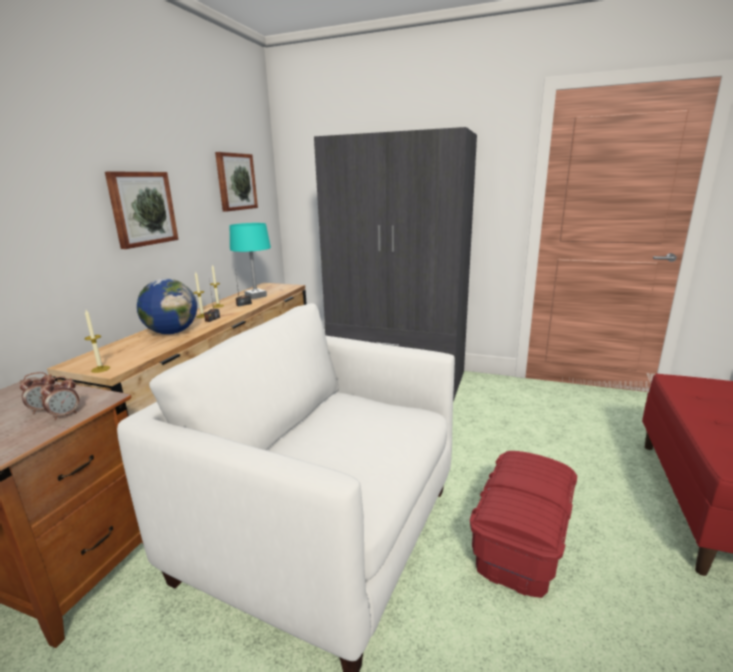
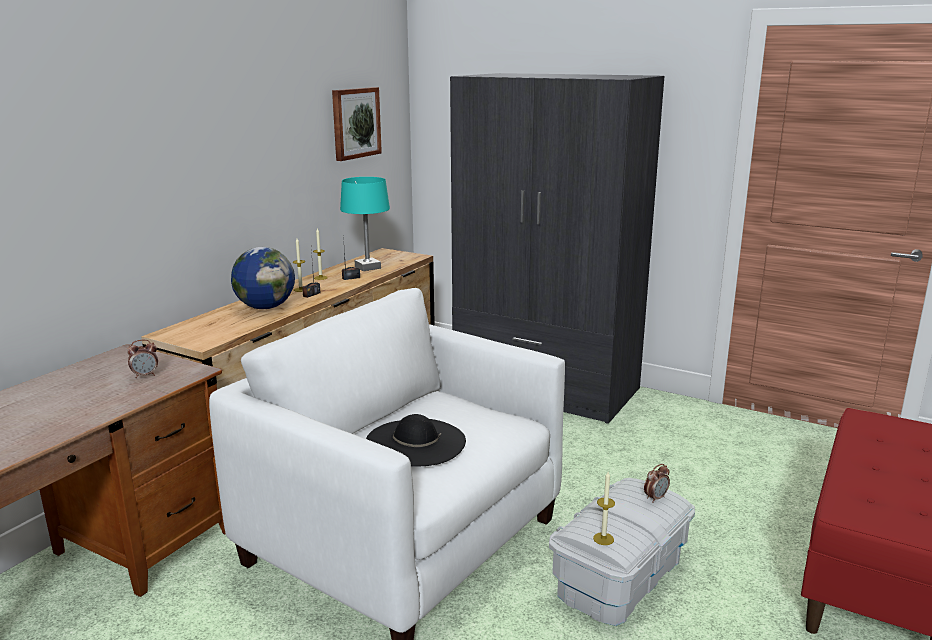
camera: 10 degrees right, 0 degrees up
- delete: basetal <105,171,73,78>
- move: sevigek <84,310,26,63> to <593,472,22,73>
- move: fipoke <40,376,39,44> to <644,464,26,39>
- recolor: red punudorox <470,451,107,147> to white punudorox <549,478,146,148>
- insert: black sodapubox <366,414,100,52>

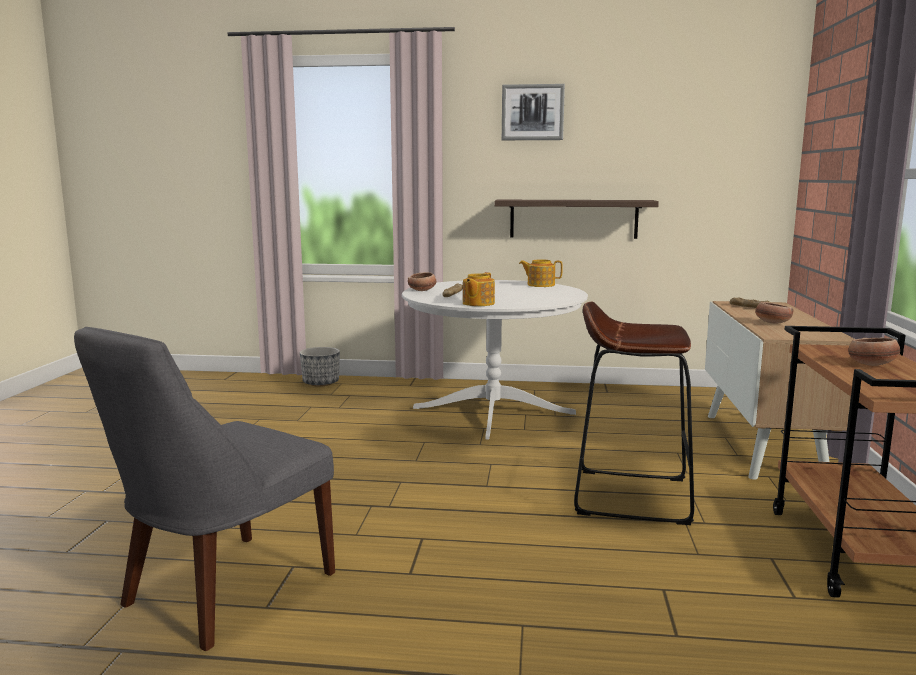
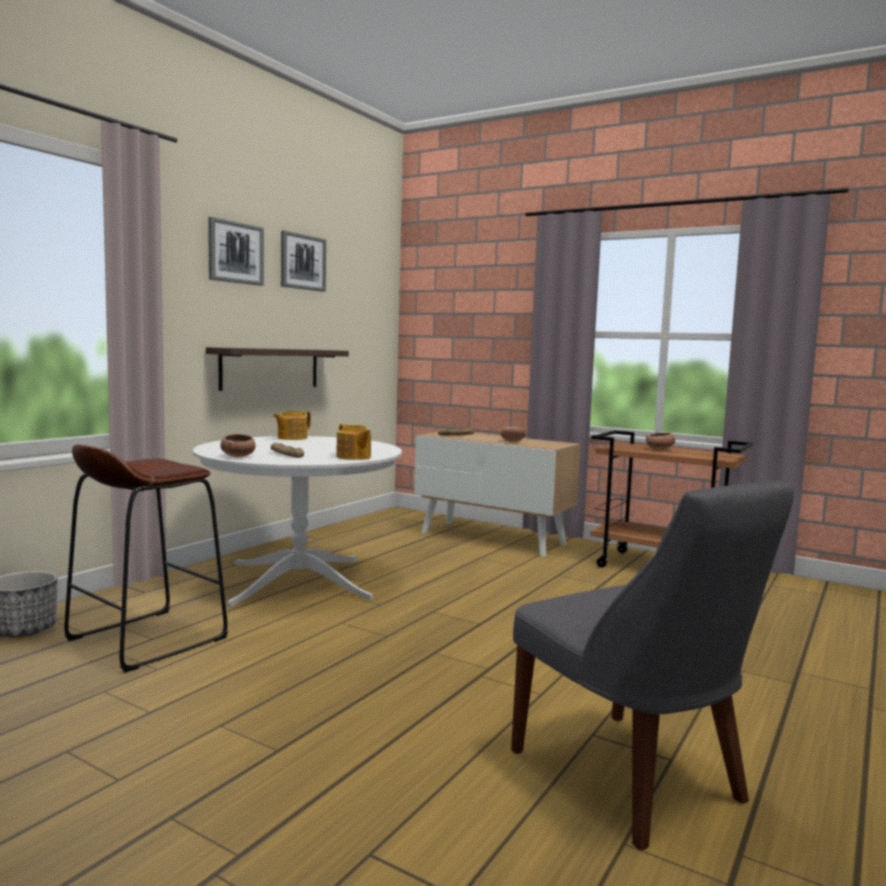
camera: 65 degrees left, 5 degrees down
- move: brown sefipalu <574,302,120,223> to <64,444,164,229>
- insert: basetal <281,230,45,62>

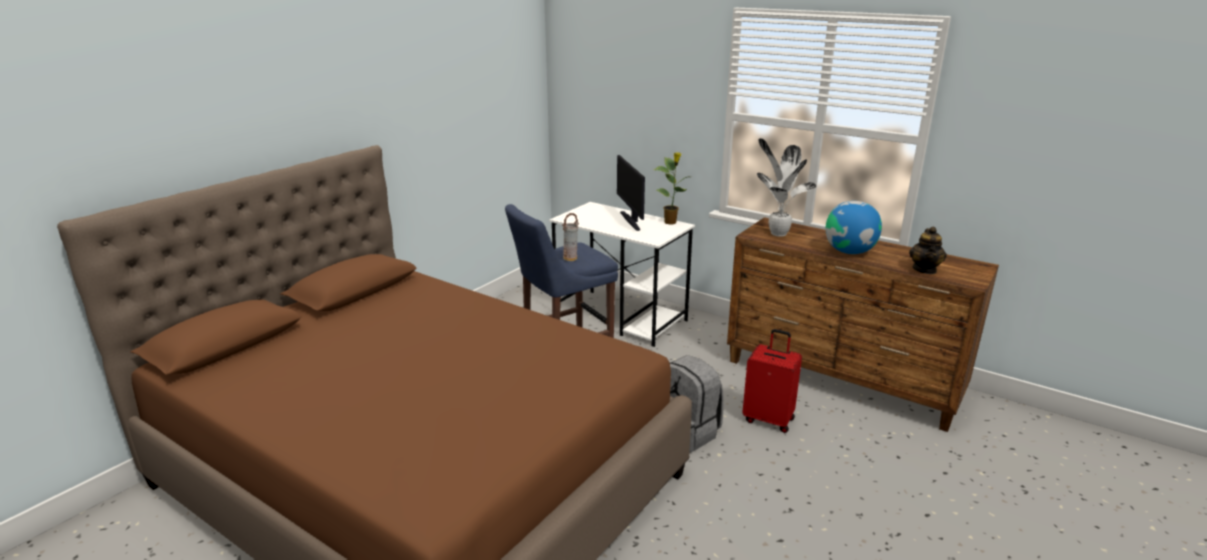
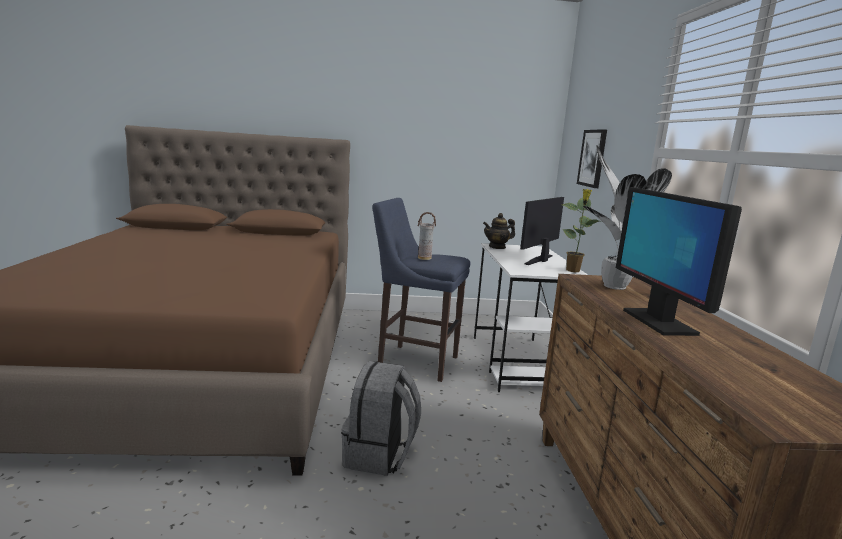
camera: 50 degrees right, 10 degrees down
- replace: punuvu <826,201,56,53> to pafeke <616,187,126,149>
- move: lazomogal <909,227,38,47> to <483,213,32,36>
- delete: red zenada <742,329,60,104>
- insert: basetal <577,129,30,59>

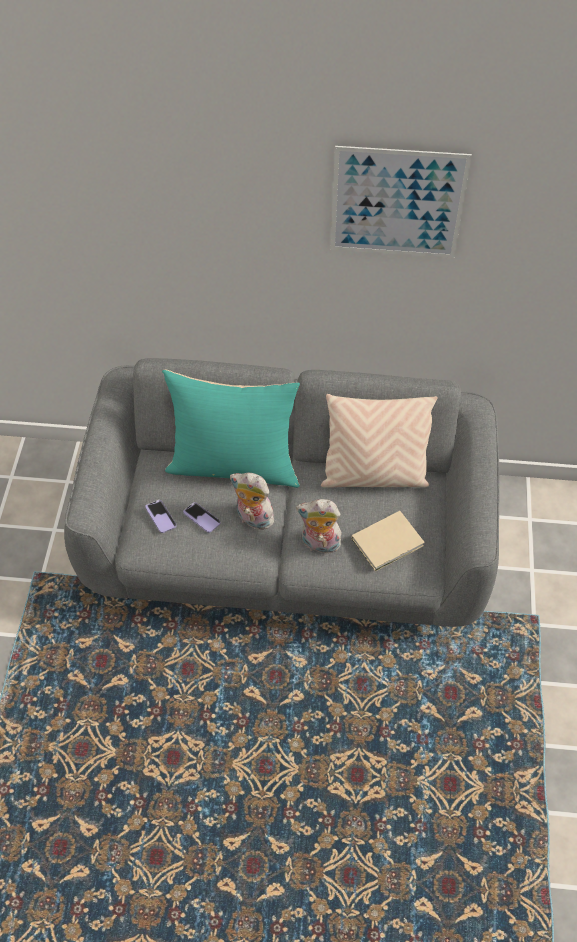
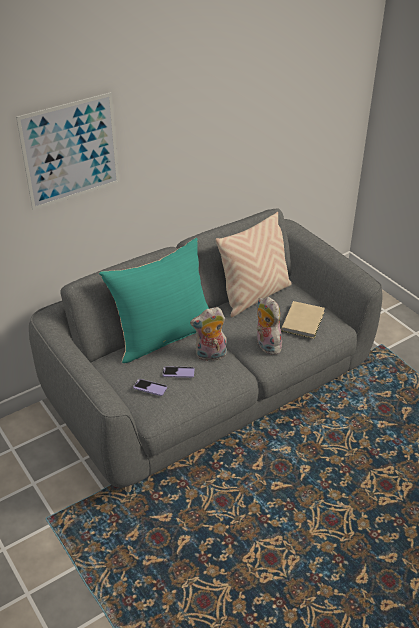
camera: 40 degrees left, 15 degrees down
- move: basetal <331,146,141,112> to <16,92,103,118>
- rotate: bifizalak <296,499,48,58> = <256,296,26,59> 90 degrees clockwise

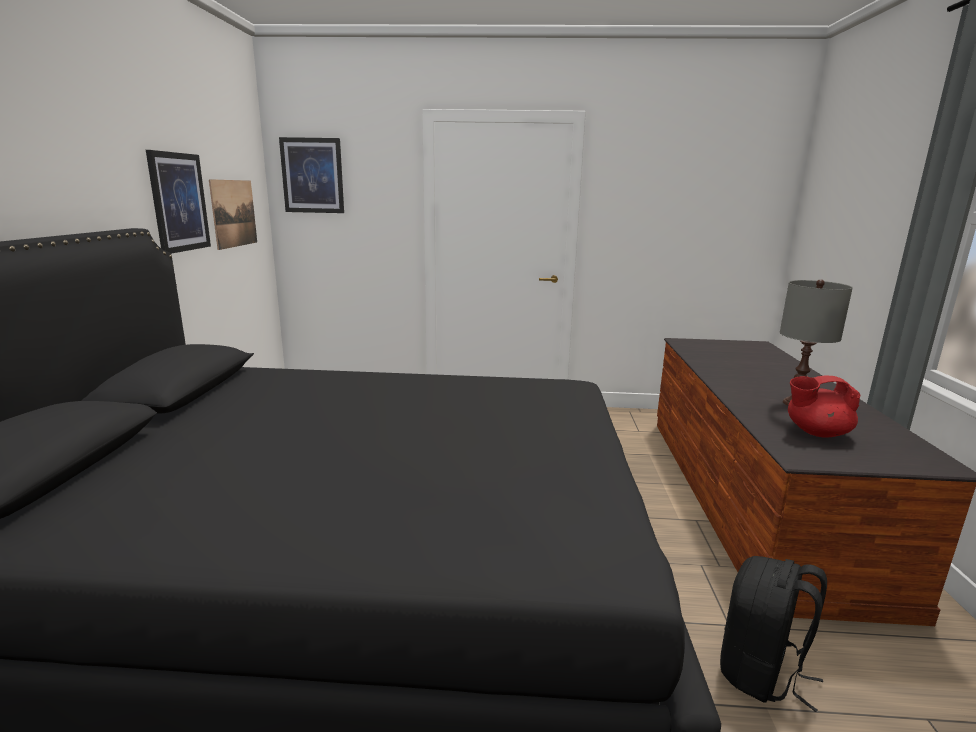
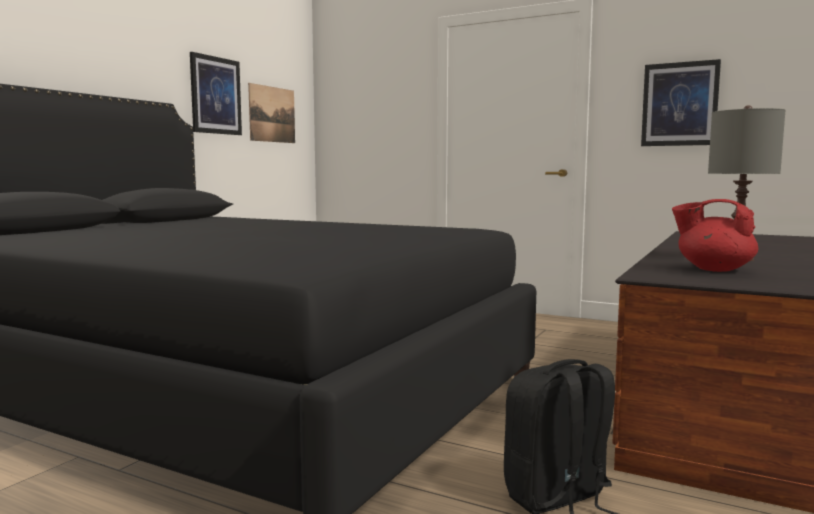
camera: 25 degrees right, 10 degrees down
- move: basetal <279,137,65,76> to <641,59,80,87>

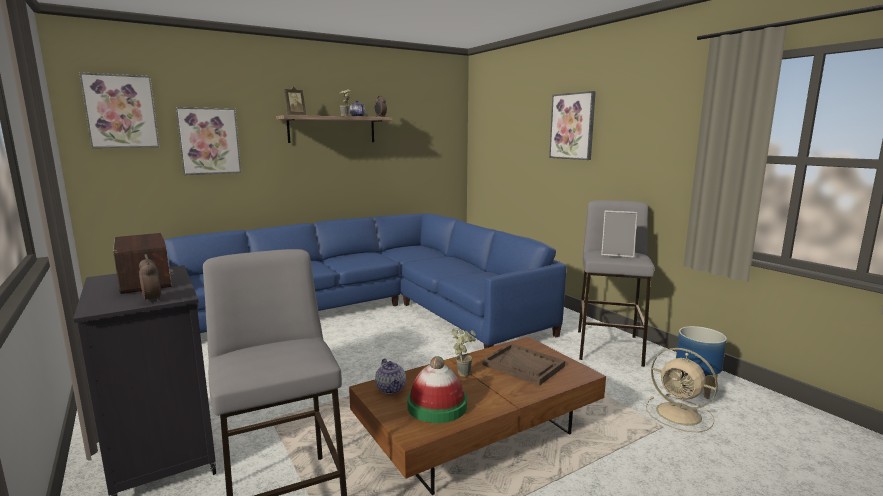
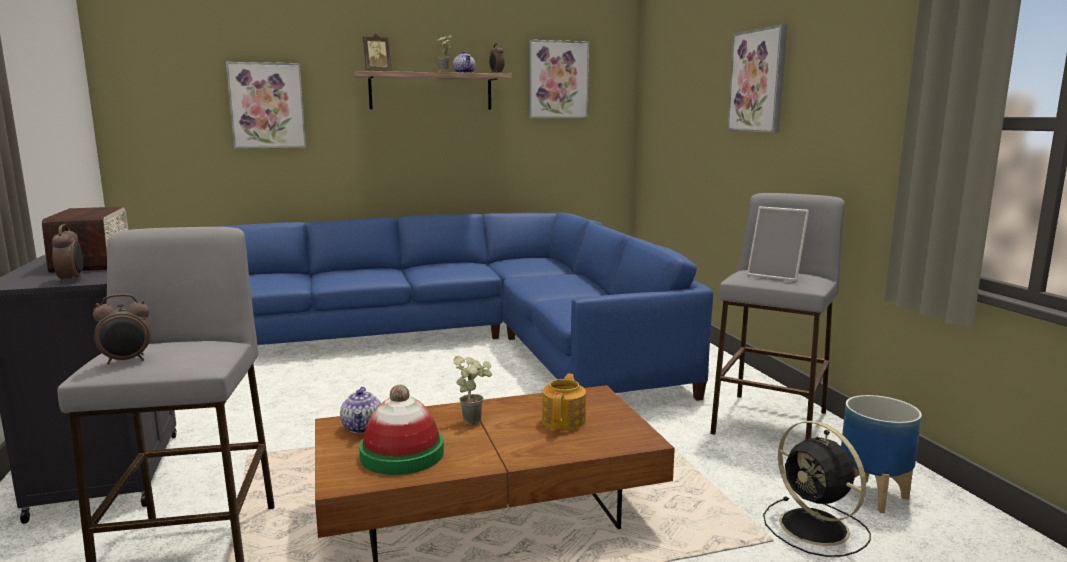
camera: 15 degrees right, 0 degrees up
- move: basetal <79,72,80,76> to <529,40,60,78>
- replace: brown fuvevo <483,343,82,43> to lazomogal <542,374,44,57>
- recolor: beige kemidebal <646,348,72,85> to black kemidebal <763,421,108,136>
- insert: fipoke <93,294,58,70>

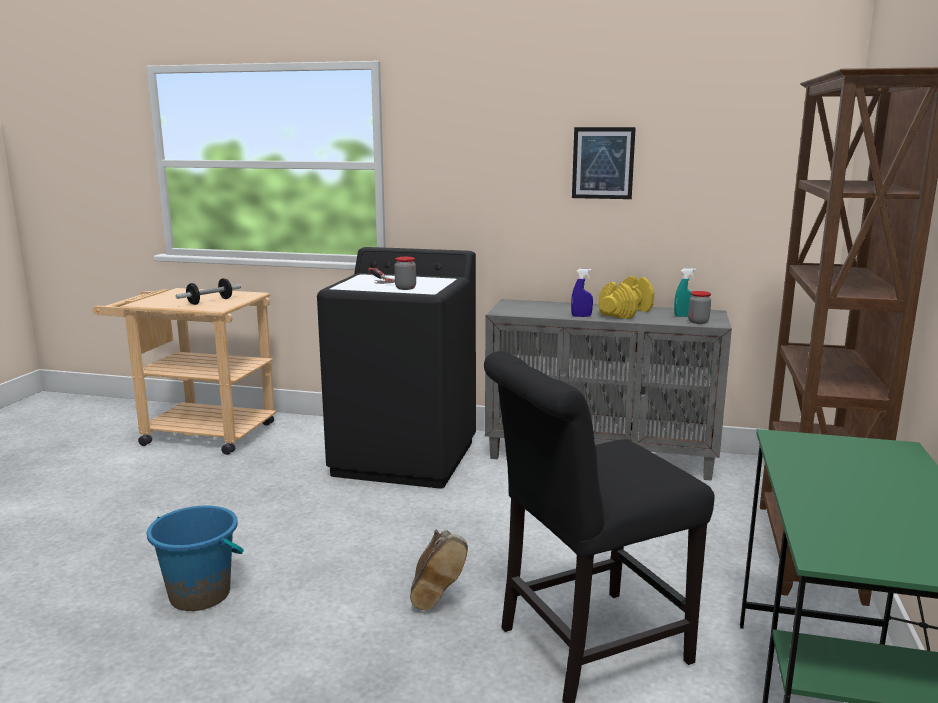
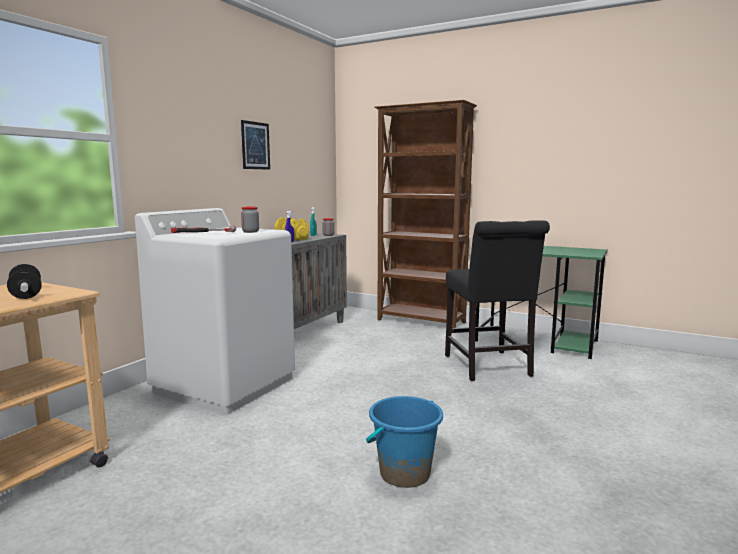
camera: 75 degrees left, 5 degrees down
- recolor: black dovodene <317,247,159,242> to white dovodene <135,208,160,206>
- delete: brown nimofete <410,530,58,80>

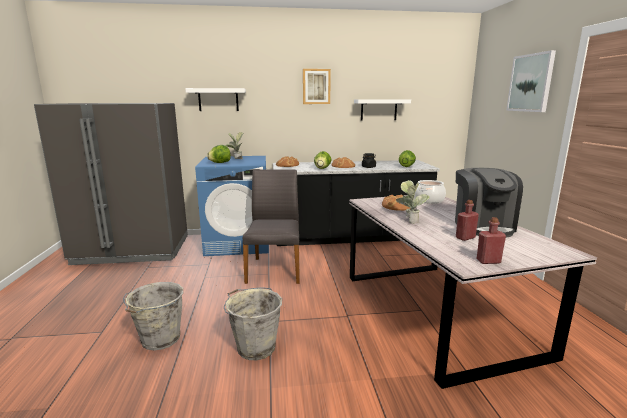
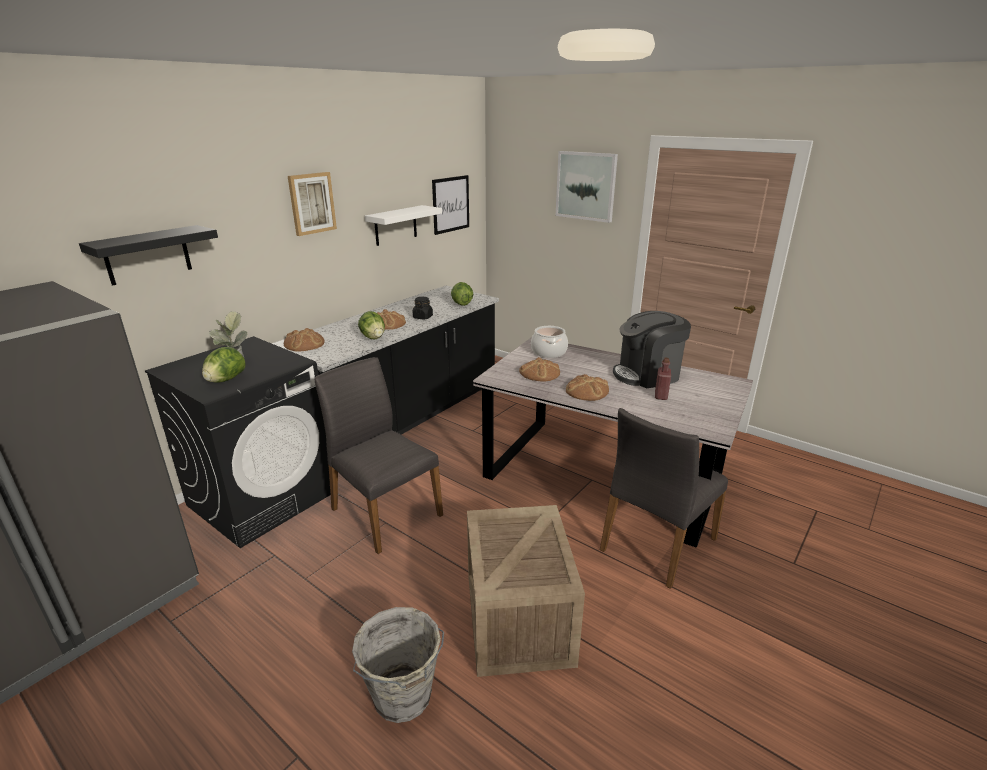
camera: 45 degrees left, 10 degrees up
- recolor: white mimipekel <185,88,61,23> to black mimipekel <79,225,139,61>
- recolor: blue dovodene <195,156,74,100> to black dovodene <145,336,185,212>
- rotate: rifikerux <455,168,68,70> = <613,311,78,77> 120 degrees clockwise
- replace: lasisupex <396,180,34,43> to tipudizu <566,374,43,27>
- delete: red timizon <477,217,29,47>
- replace: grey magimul <224,287,58,73> to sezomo <467,505,118,172>
- insert: basetal <432,175,37,60>
- insert: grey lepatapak <600,408,128,181>

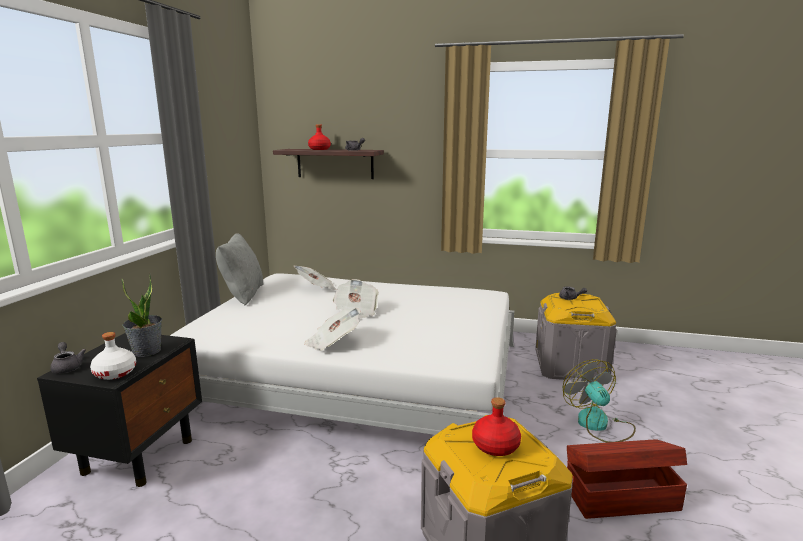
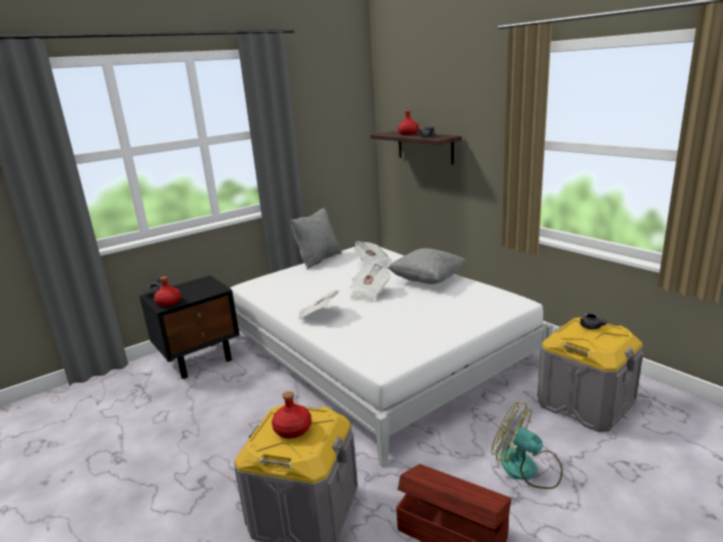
camera: 40 degrees right, 5 degrees up
- delete: lasisupex <121,273,41,84>
- recolor: white timizon <90,332,46,48> to red timizon <154,276,27,31>
- rotate: kemidebal <563,359,73,84> = <491,402,72,87> 75 degrees counterclockwise
- insert: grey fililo <388,248,78,36>

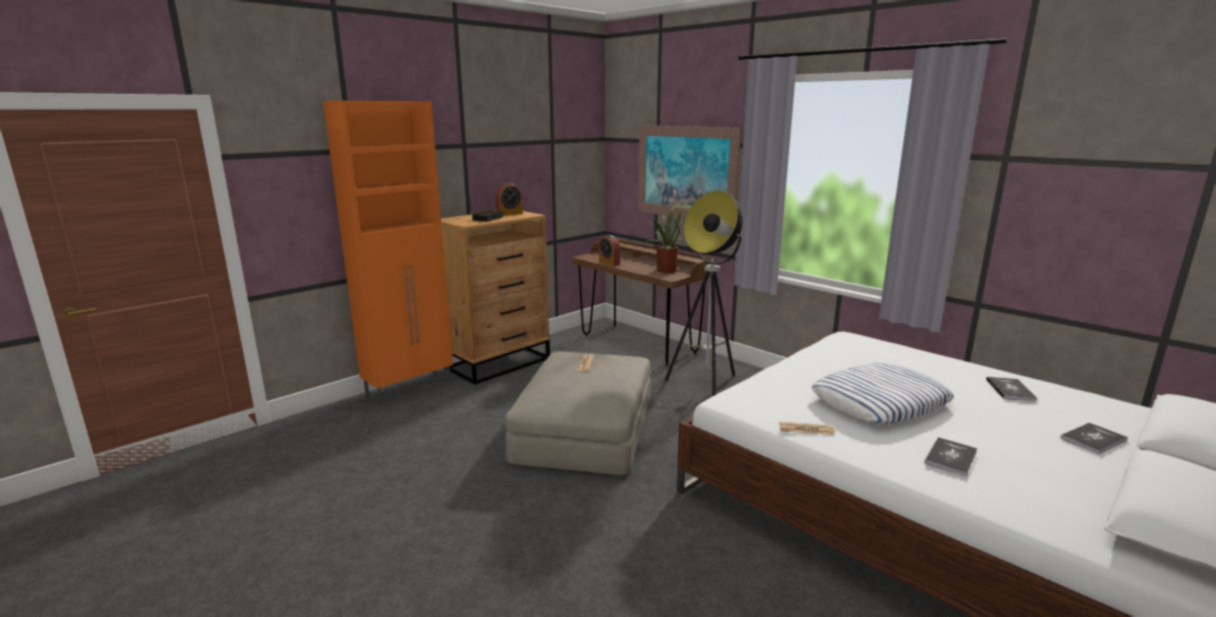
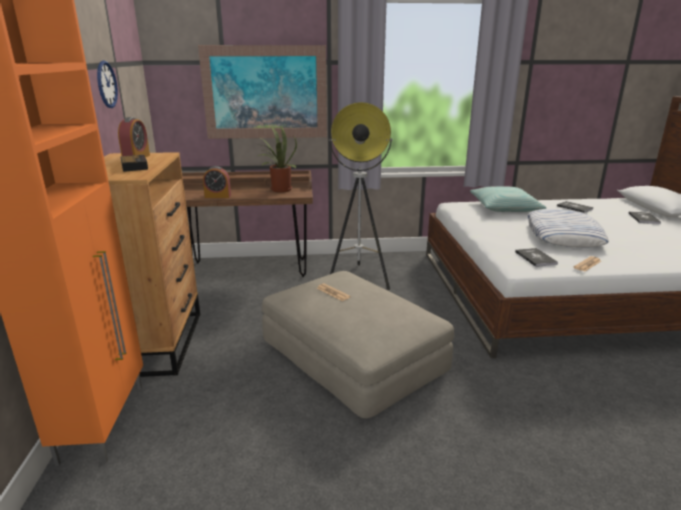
camera: 50 degrees left, 5 degrees up
- move: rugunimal <924,437,53,39> to <515,248,43,19>
- insert: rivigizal <97,61,21,47>
- insert: fililo <470,186,77,26>

